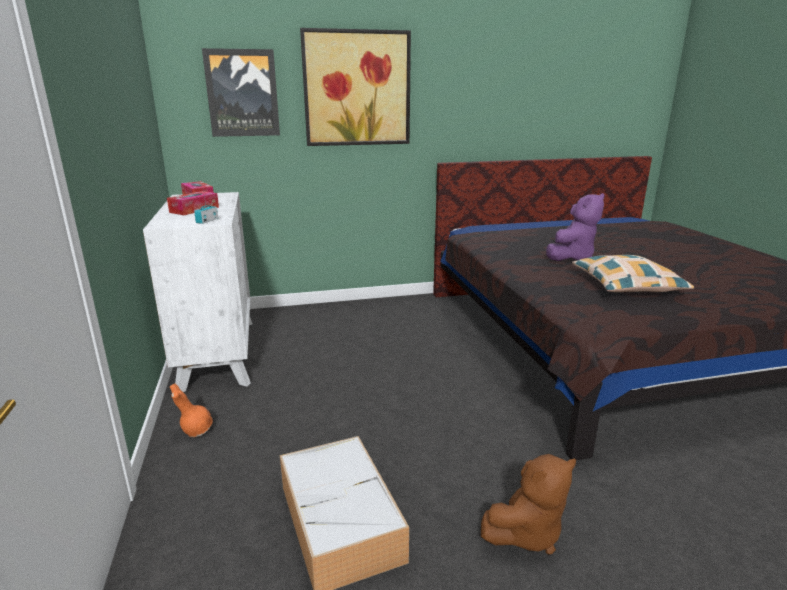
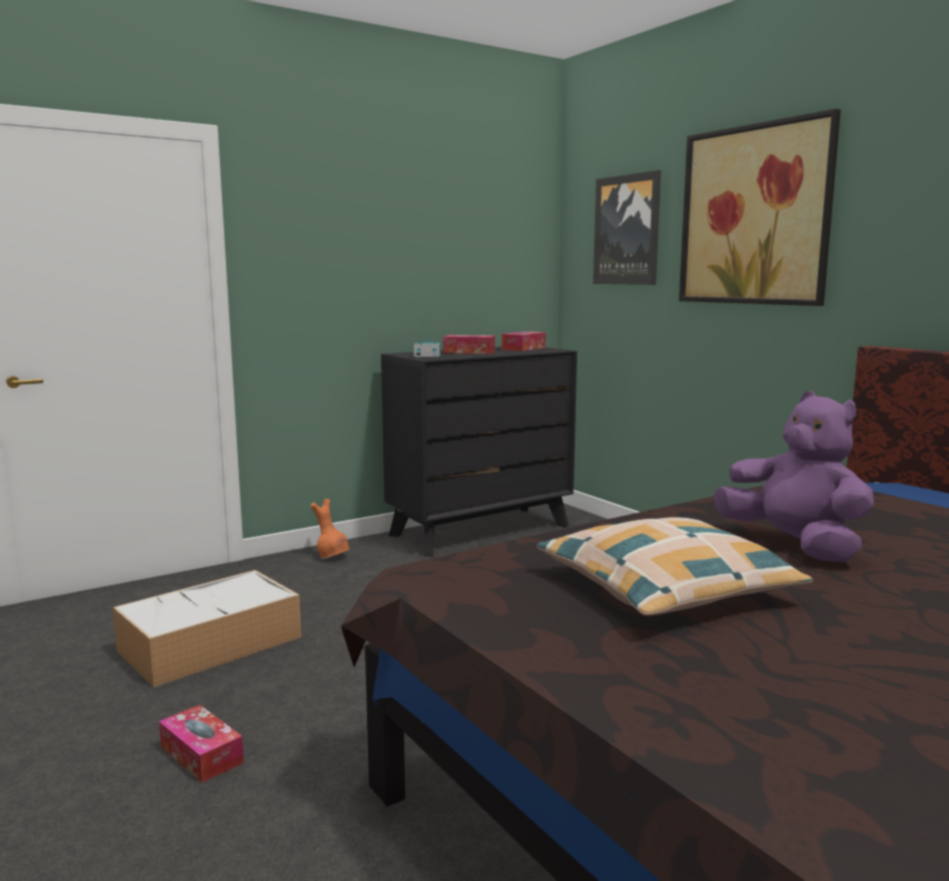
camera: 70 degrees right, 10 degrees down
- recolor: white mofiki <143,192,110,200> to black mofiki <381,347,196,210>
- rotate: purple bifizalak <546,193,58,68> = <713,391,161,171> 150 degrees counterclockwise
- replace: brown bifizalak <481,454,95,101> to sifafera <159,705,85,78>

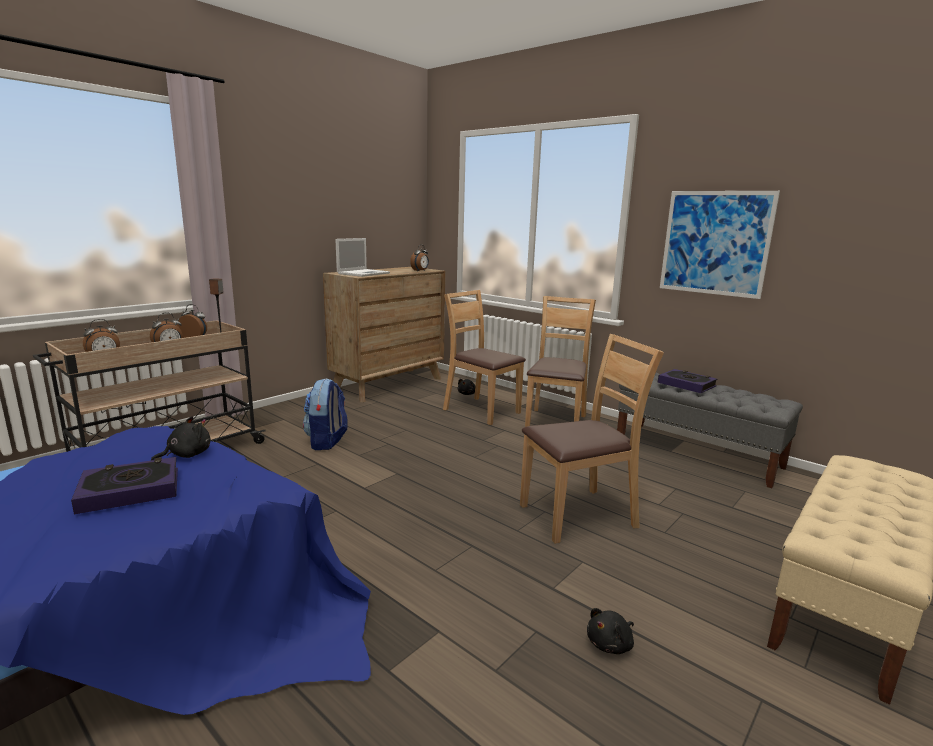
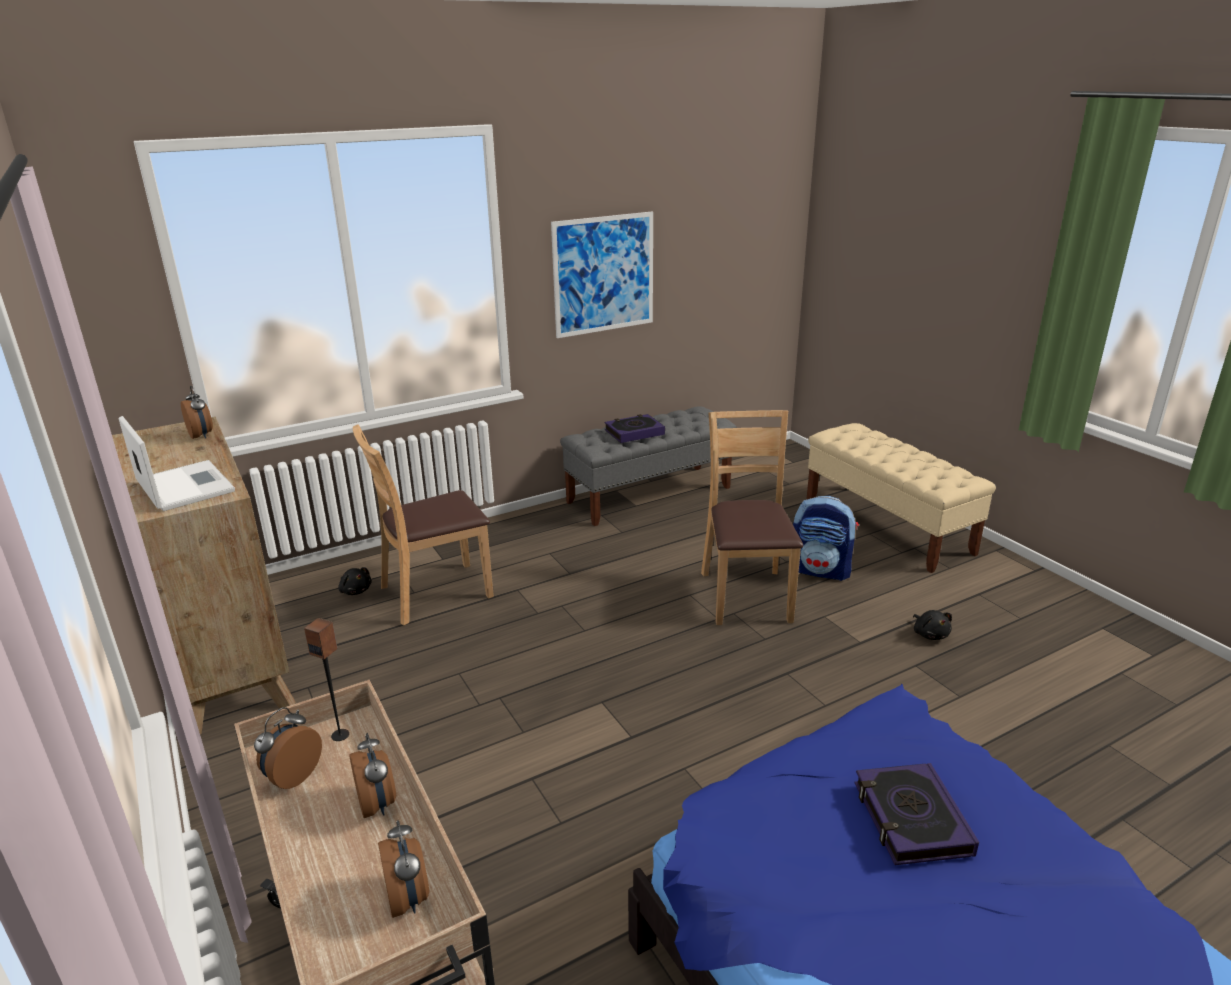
camera: 70 degrees left, 10 degrees up
- delete: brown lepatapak <525,296,71,131>
- move: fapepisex <303,378,45,72> to <793,496,66,85>
- delete: black bifizalak <151,416,60,44>

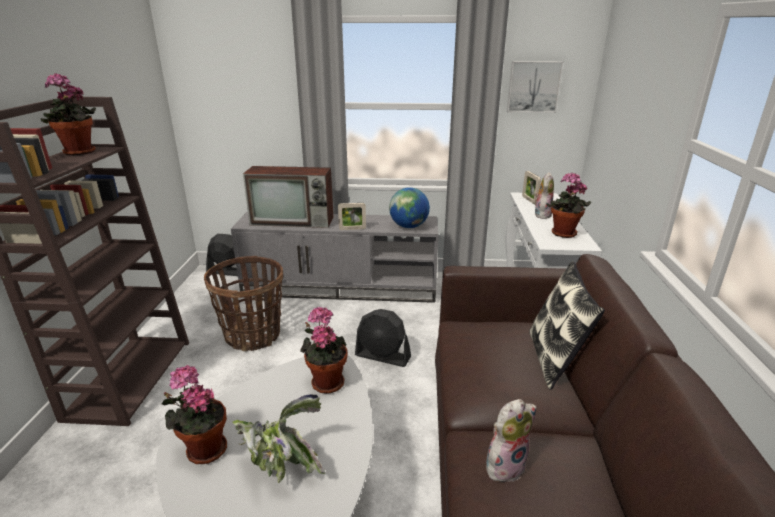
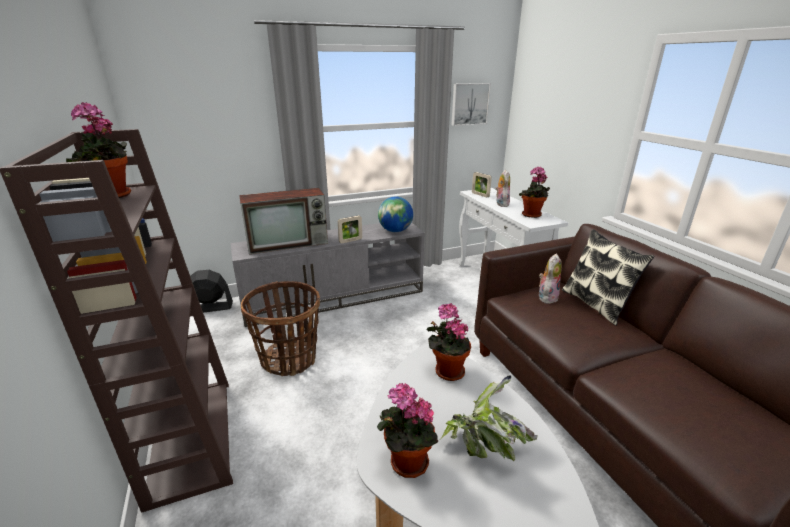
camera: 25 degrees left, 0 degrees up
- delete: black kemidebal <355,309,56,58>
- move: bifizalak <486,399,50,83> to <539,253,23,52>

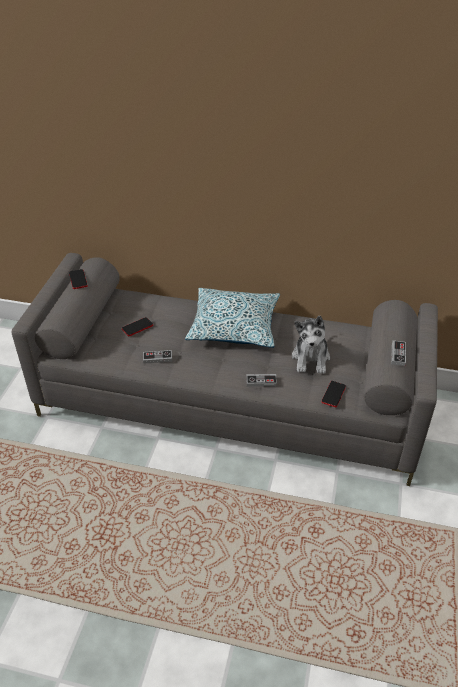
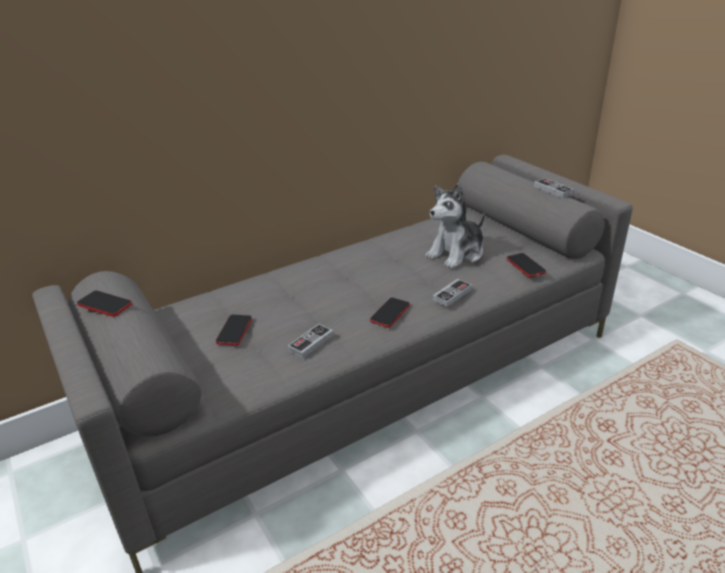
camera: 45 degrees left, 10 degrees down
- delete: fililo <185,288,95,60>
- rotate: bifizalak <292,316,38,58> = <426,184,59,85> 90 degrees clockwise
- insert: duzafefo <370,297,40,31>

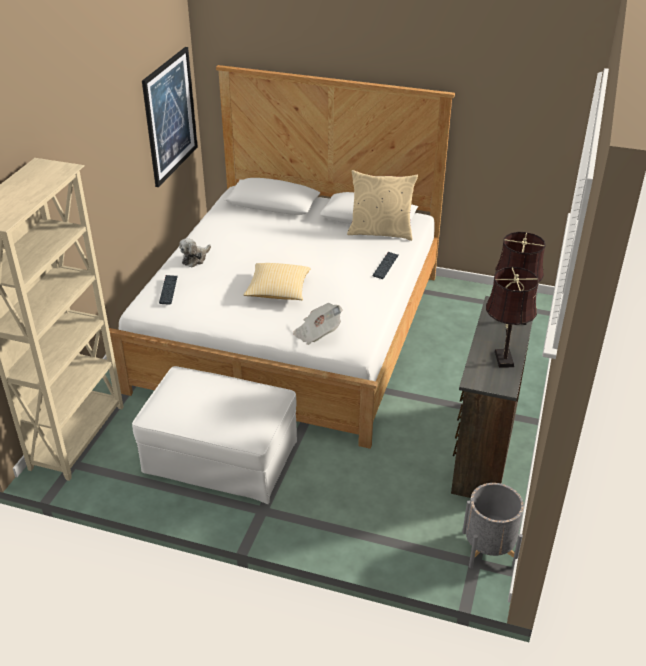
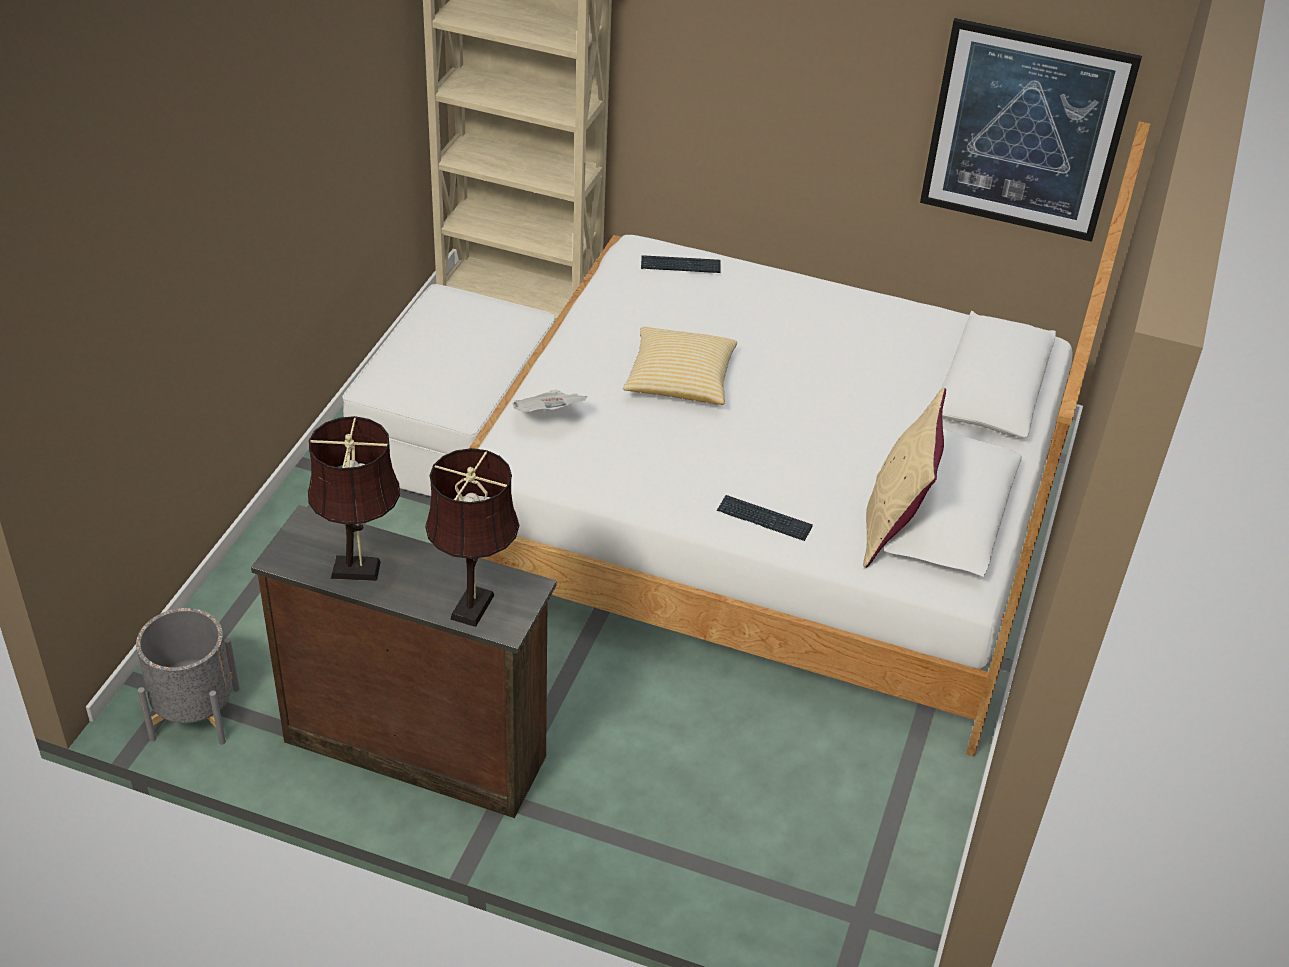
camera: 90 degrees right, 5 degrees up
- delete: bifizalak <179,238,32,30>

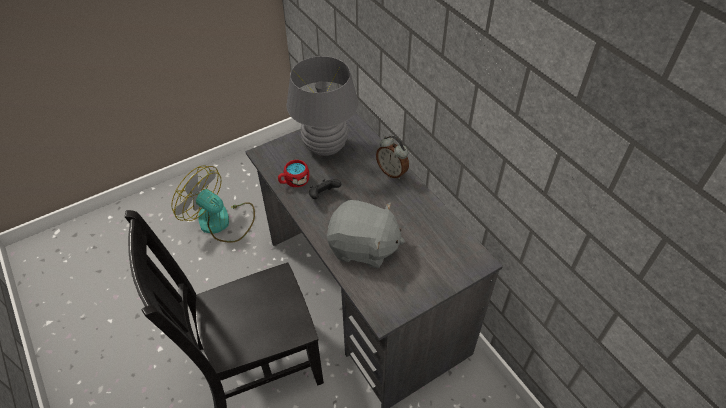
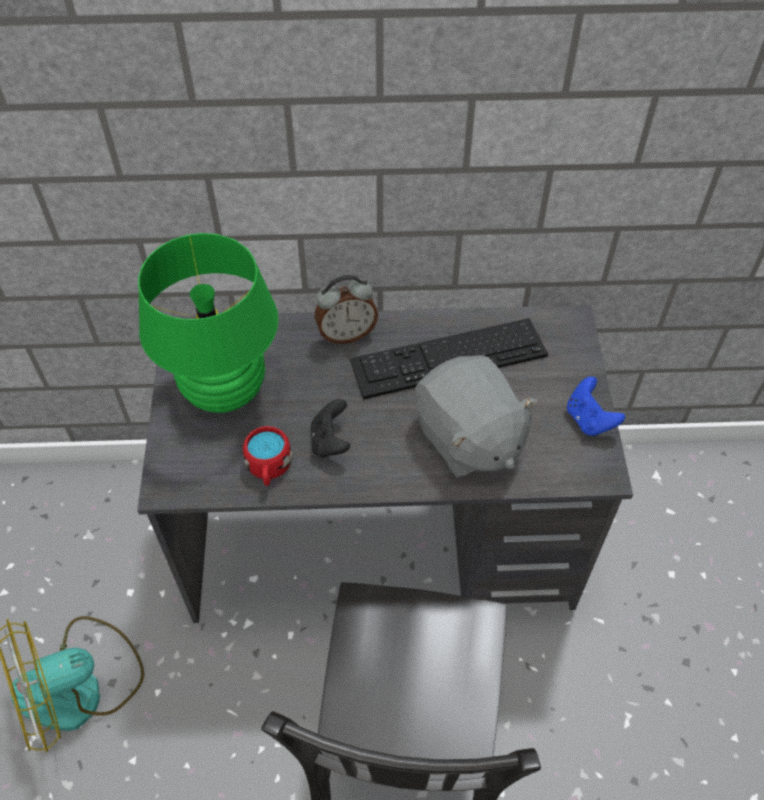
camera: 60 degrees left, 5 degrees up
- recolor: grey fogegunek <286,56,72,100> to green fogegunek <138,233,140,180>
- rotate: grey bifizalak <327,200,78,68> = <414,355,124,123> 105 degrees clockwise
- insert: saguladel <350,318,198,81>
- insert: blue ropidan <567,376,58,60>

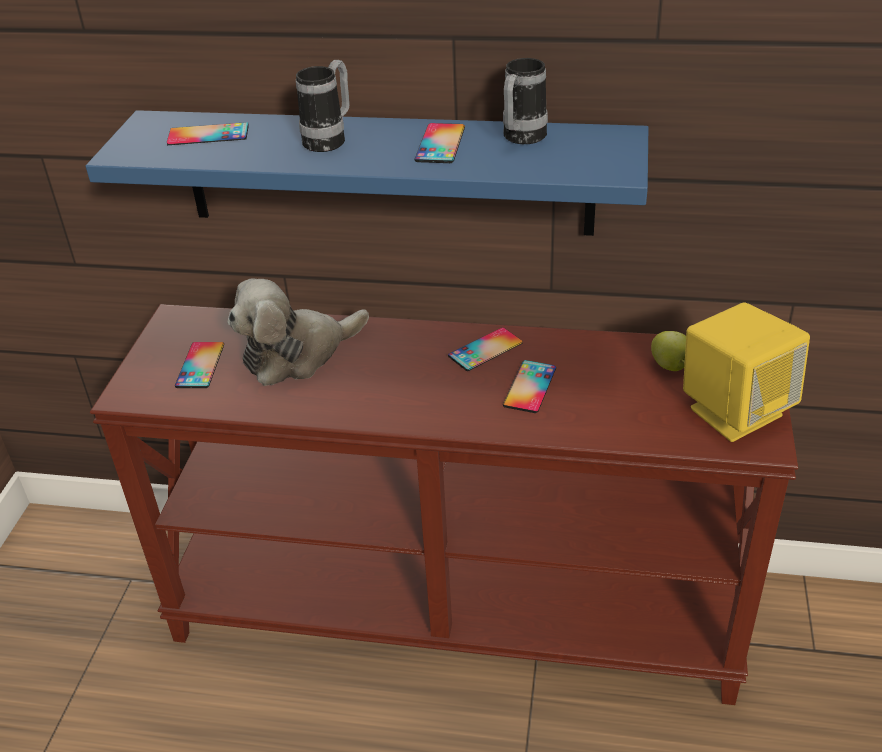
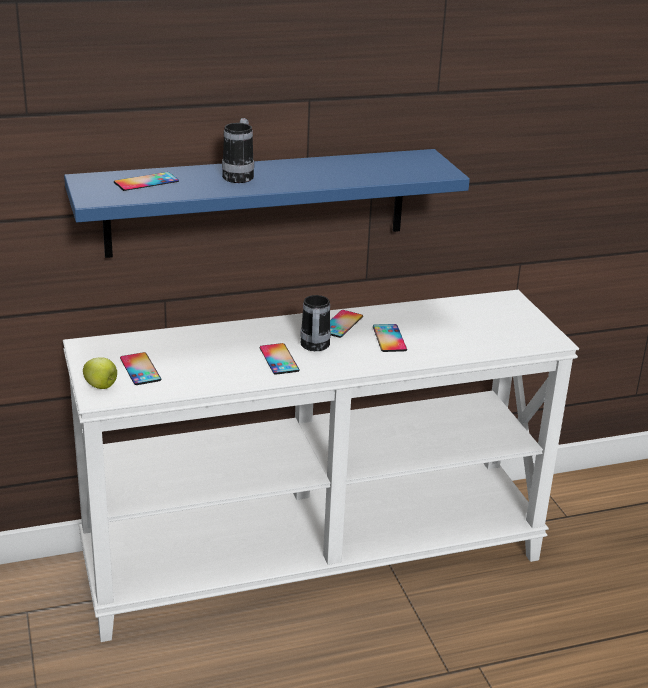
camera: 30 degrees left, 10 degrees down
- move: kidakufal <503,58,45,86> to <300,295,31,56>
- move: duzafefo <414,123,51,40> to <260,343,40,32>
- delete: bifizalak <227,279,142,107>
- delete: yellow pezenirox <683,302,127,140>
- recolor: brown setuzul <90,304,708,401> to white setuzul <63,290,516,352>
- move: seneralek <651,331,35,40> to <83,357,34,32>

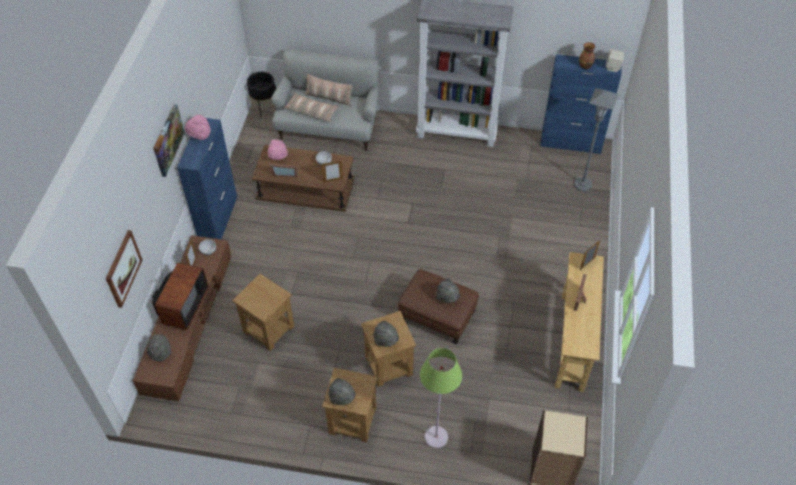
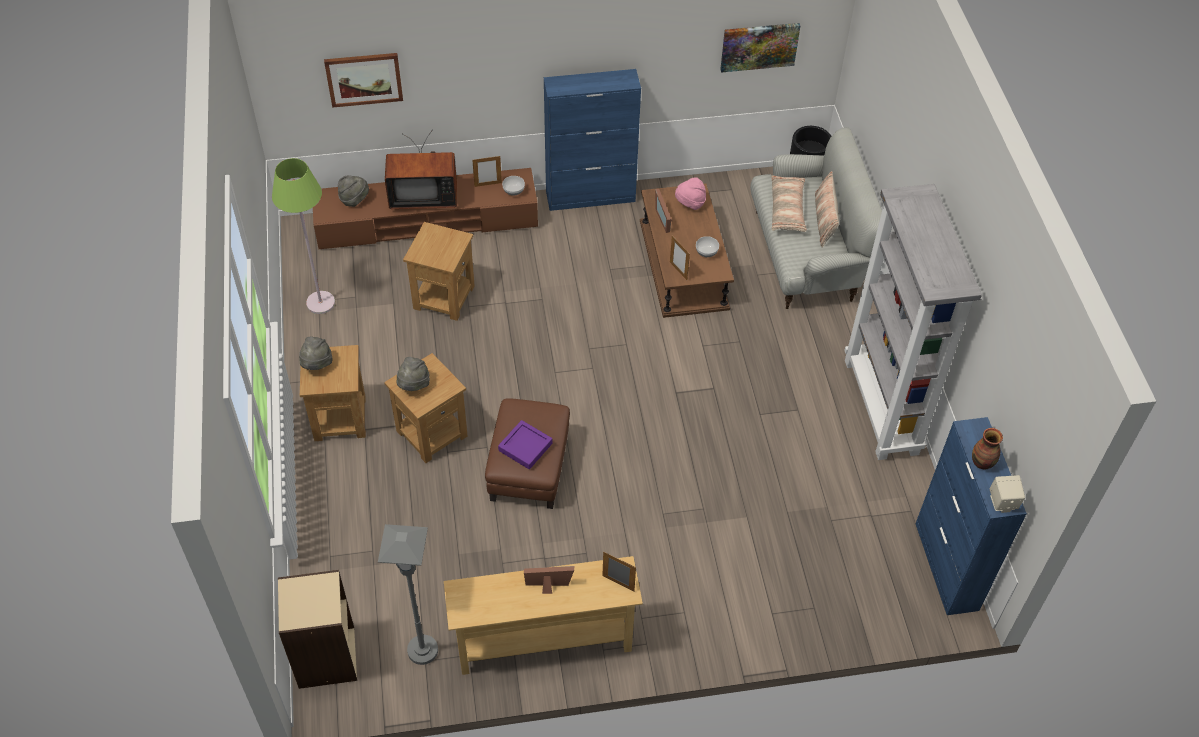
camera: 70 degrees right, 0 degrees up
- move: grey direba <574,88,45,104> to <378,524,60,141>
- move: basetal <153,105,32,72> to <720,23,80,50>
- delete: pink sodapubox <185,115,26,25>
- replace: grey sodapubox <436,278,24,25> to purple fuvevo <498,420,54,49>
- move: green direba <420,348,42,101> to <272,158,63,156>

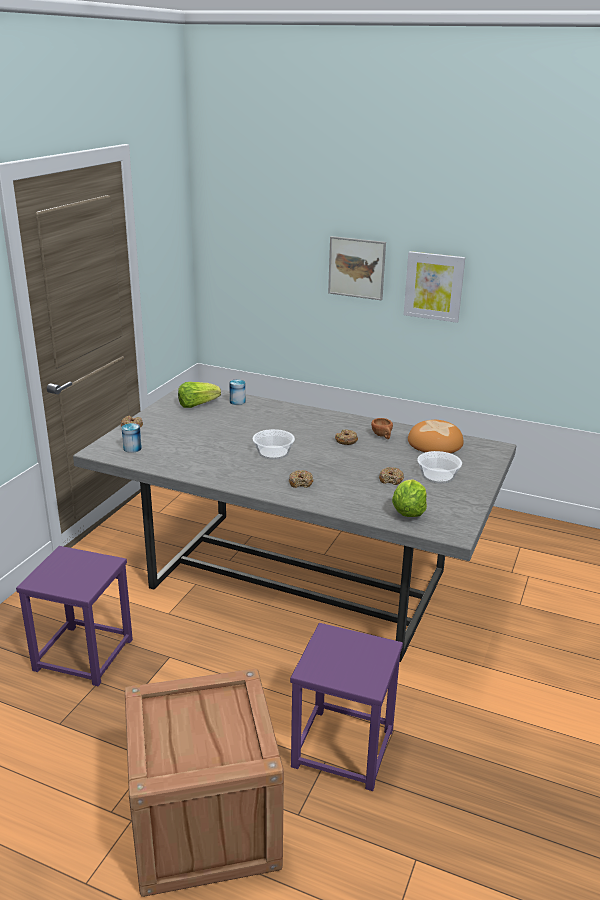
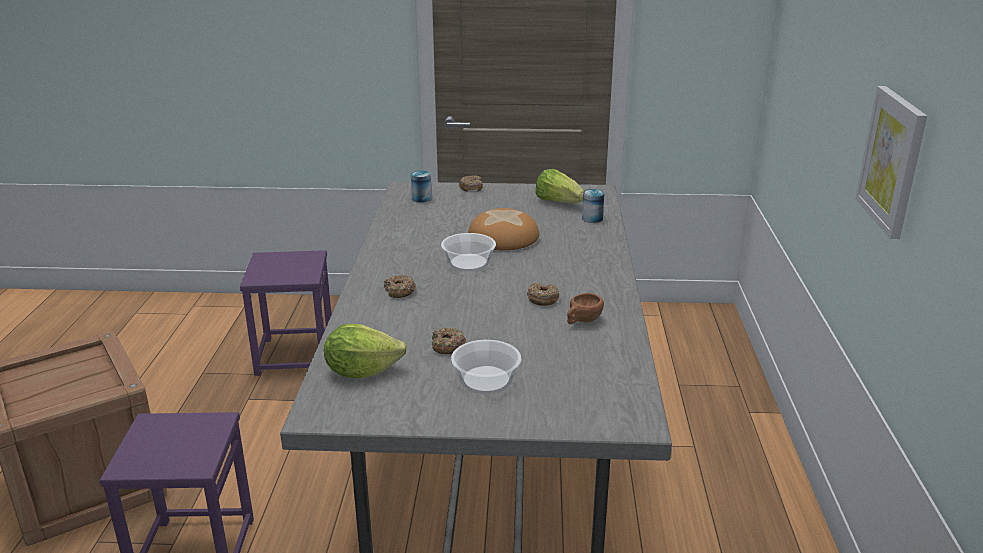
camera: 70 degrees right, 0 degrees up
- delete: basetal <328,236,58,65>
- move: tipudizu <408,420,56,33> to <468,208,71,42>

